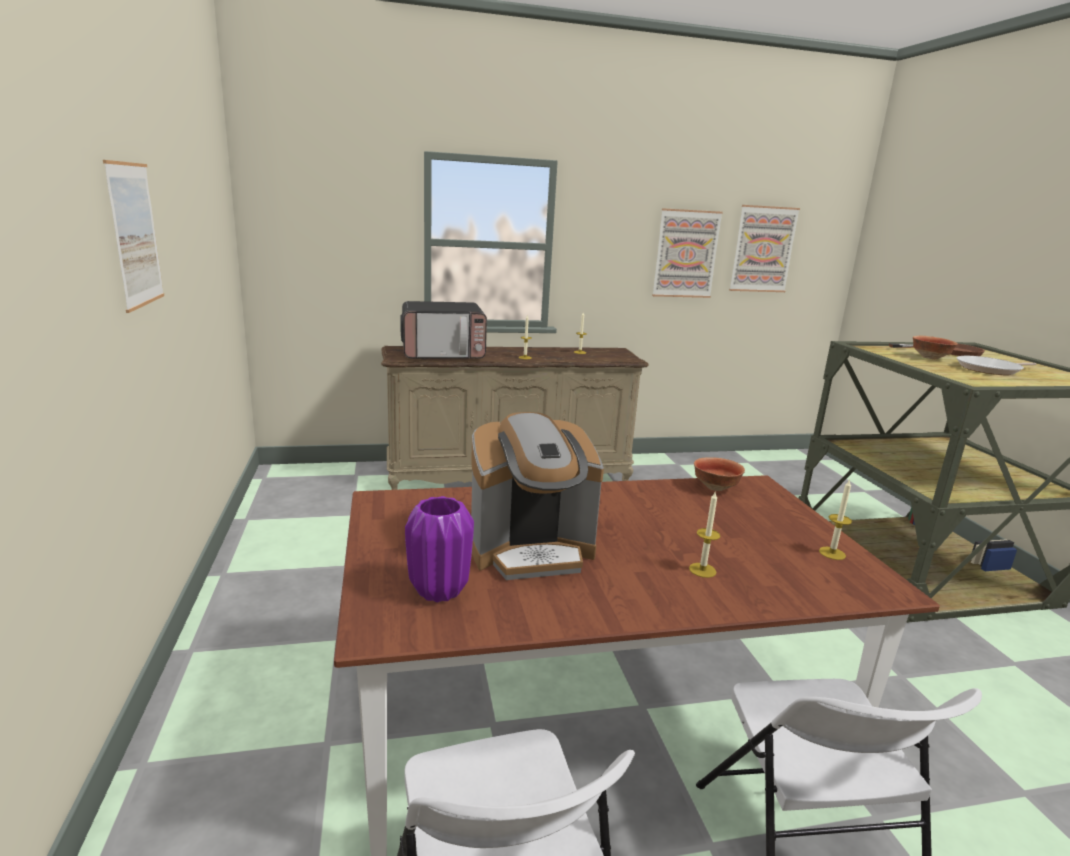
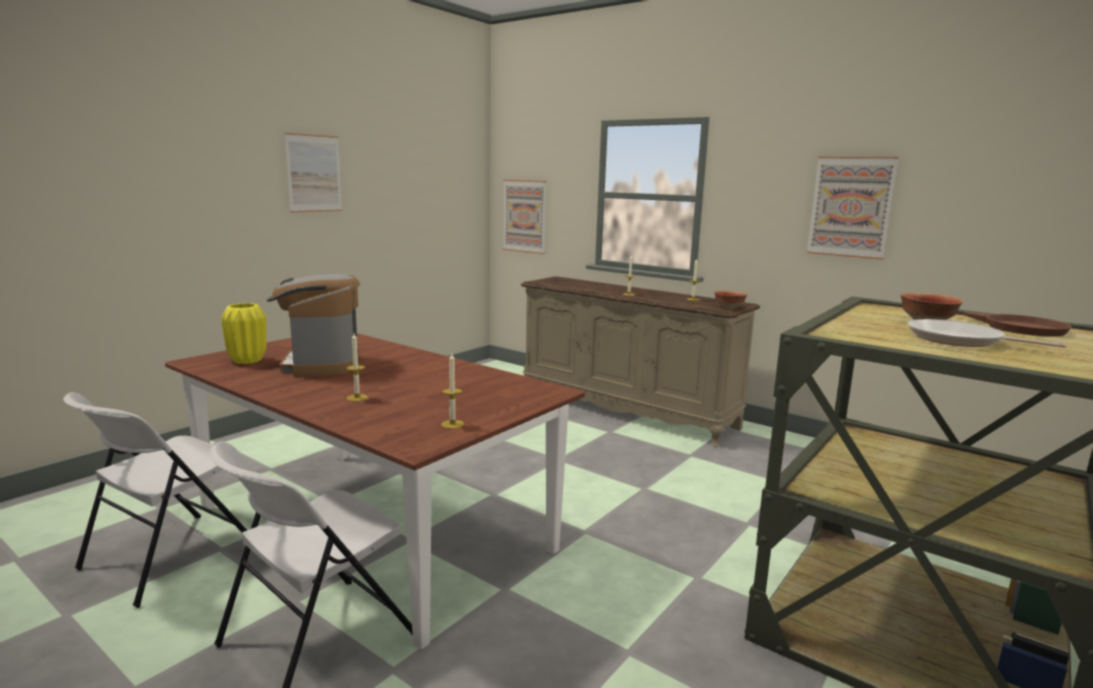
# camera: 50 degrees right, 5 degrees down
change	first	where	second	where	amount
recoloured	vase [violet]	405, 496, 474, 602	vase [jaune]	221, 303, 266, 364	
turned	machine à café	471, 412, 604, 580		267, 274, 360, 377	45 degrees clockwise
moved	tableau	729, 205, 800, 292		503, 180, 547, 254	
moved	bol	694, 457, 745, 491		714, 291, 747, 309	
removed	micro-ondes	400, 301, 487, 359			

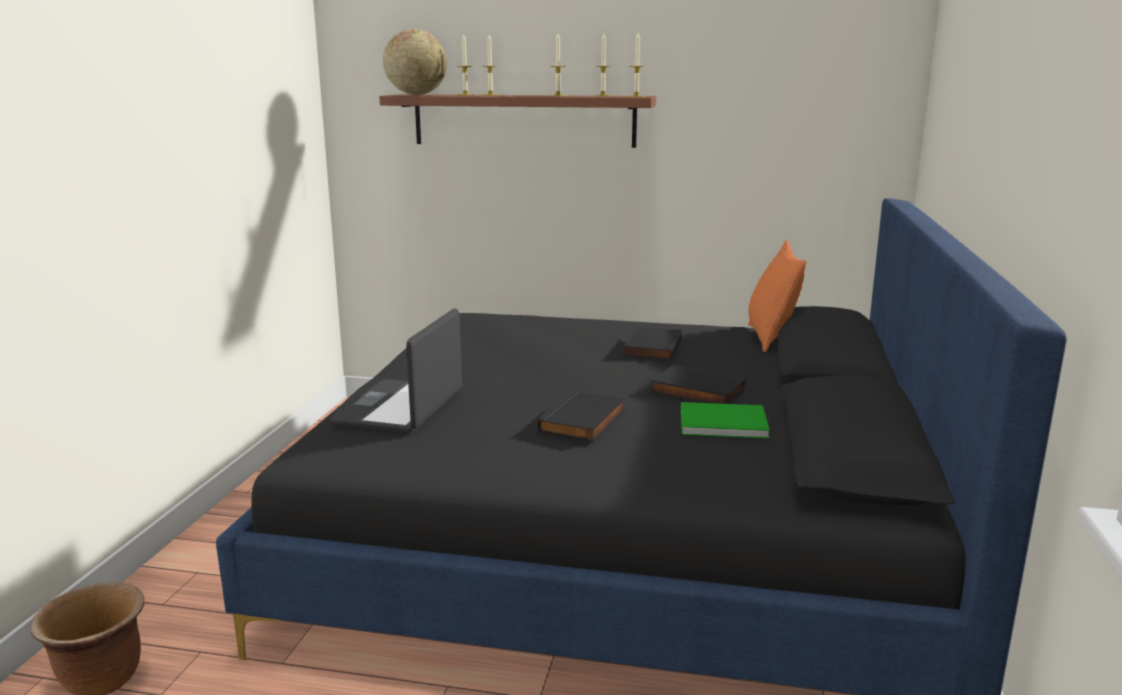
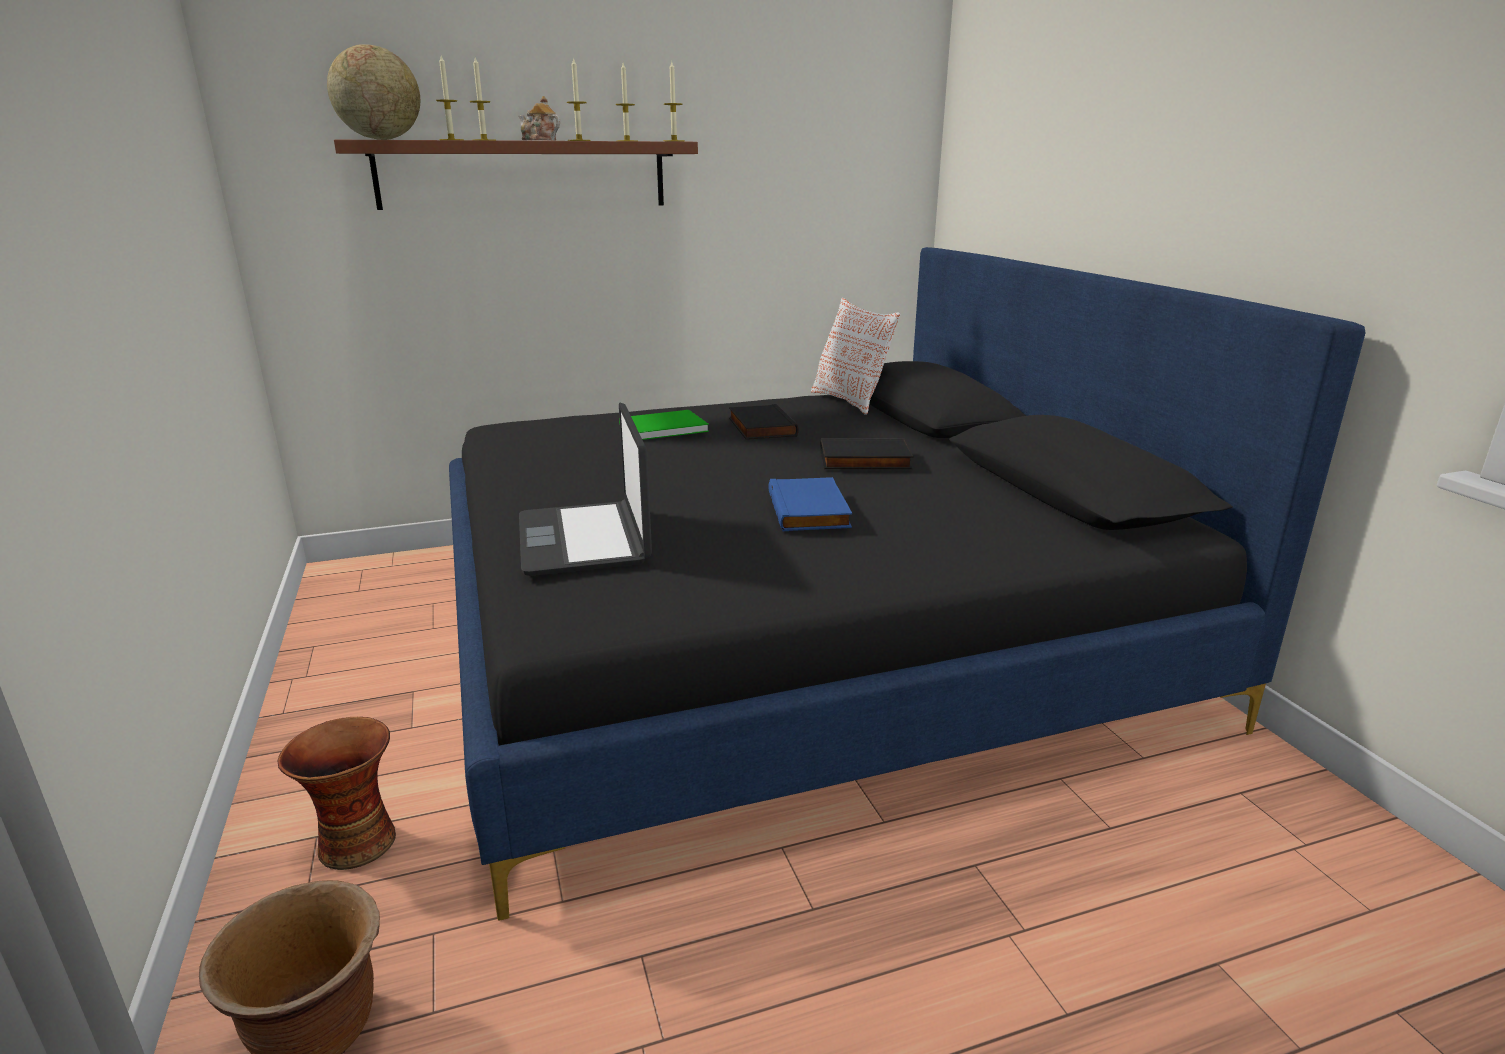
# camera: 30 degrees left, 5 degrees up
change	first	where	second	where	amount
added			vase	278, 717, 396, 870	
added			théière	518, 96, 561, 141	
moved	livre [vert]	681, 402, 770, 439		619, 410, 709, 440	
recoloured	livre [noir]	537, 390, 626, 442	livre [bleu]	768, 477, 852, 531	
recoloured	coussin [orange]	748, 240, 807, 352	coussin [blanc]	811, 298, 900, 415	

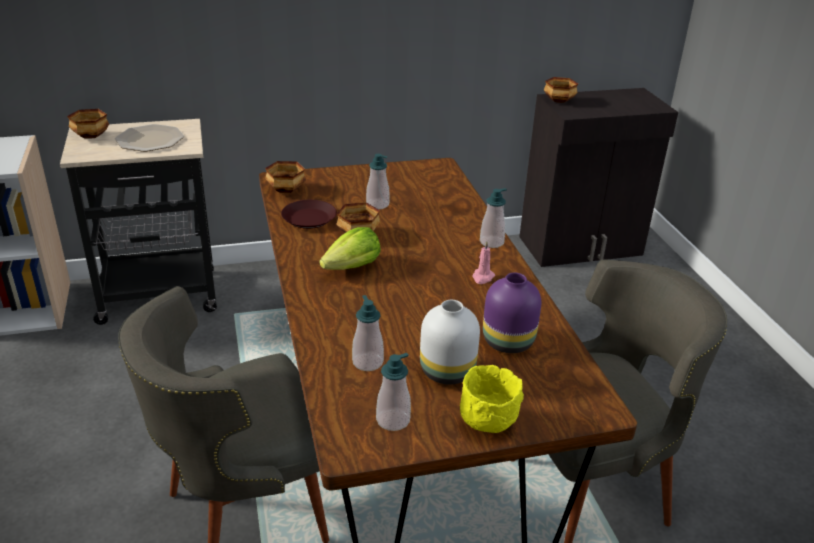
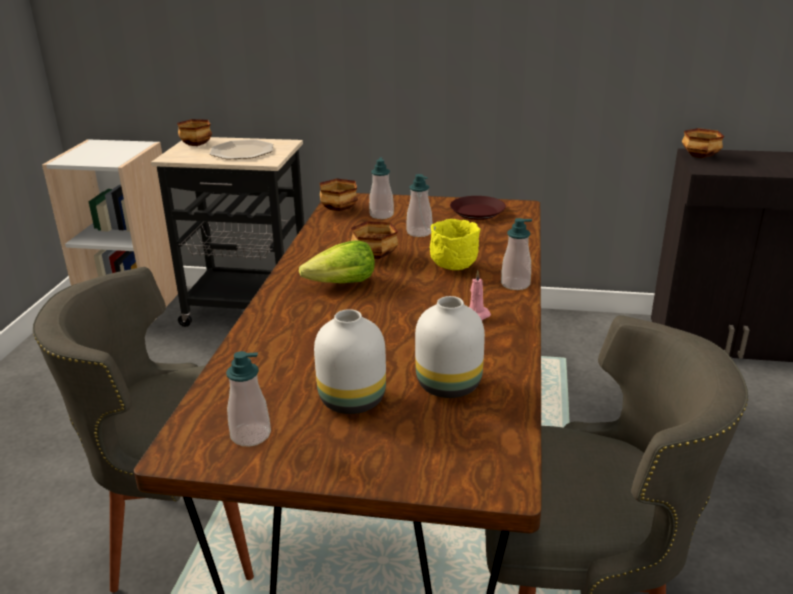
# camera: 25 degrees right, 5 degrees down
change	first	where	second	where	amount
moved	distributeur de savon	352, 295, 384, 371		369, 157, 394, 219	
recoloured	vase [violet]	483, 273, 541, 353	vase [blanc]	415, 296, 485, 398	
moved	bol [jaune]	460, 365, 524, 433		430, 219, 480, 270	
moved	assiette [marron]	281, 200, 337, 229		450, 196, 506, 220	

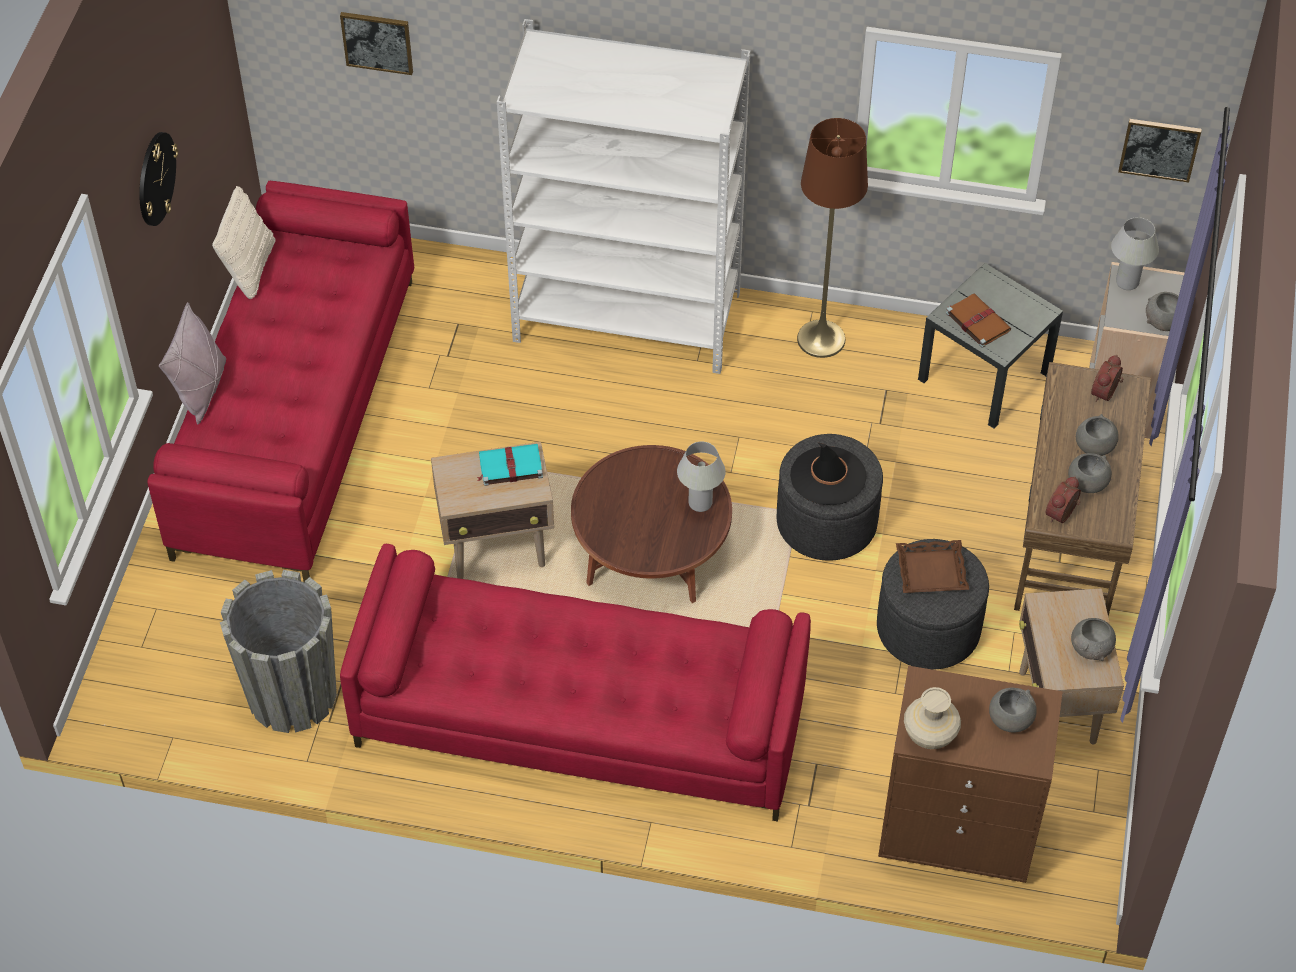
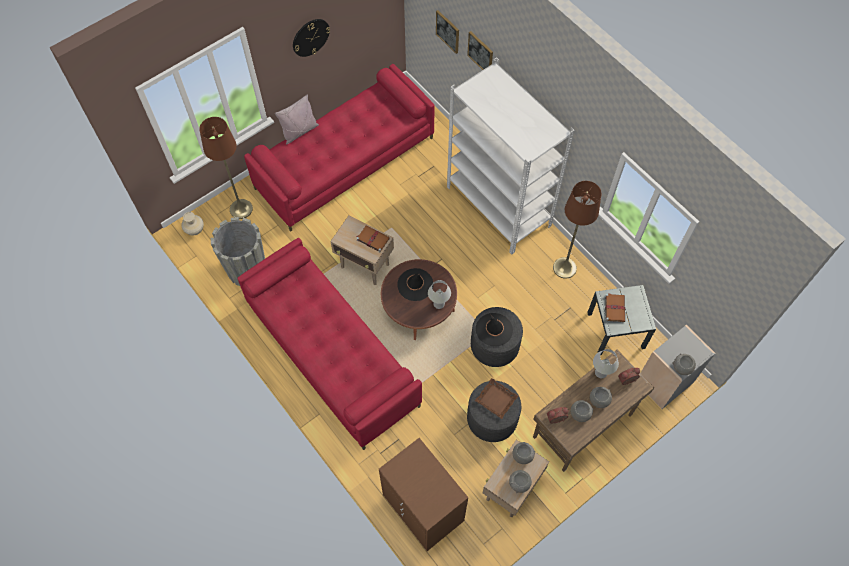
# camera: 40 degrees right, 10 degrees up
change	first	where	second	where	amount
moved	vase [beige]	904, 687, 961, 749		181, 212, 204, 236	
added			lampadaire [marron]	199, 117, 253, 219	
recoloured	livre [turquoise]	477, 444, 543, 486	livre [marron]	356, 225, 390, 252	
added			chapeau [noir]	397, 268, 433, 301	
moved	tableau	1118, 119, 1202, 183		467, 31, 493, 70	
moved	bol [gris]	989, 688, 1037, 732		513, 442, 535, 464	
moved	lampe de table [blanc]	1111, 217, 1159, 290		593, 349, 619, 378	
removed	coussin [beige]	212, 186, 276, 299			

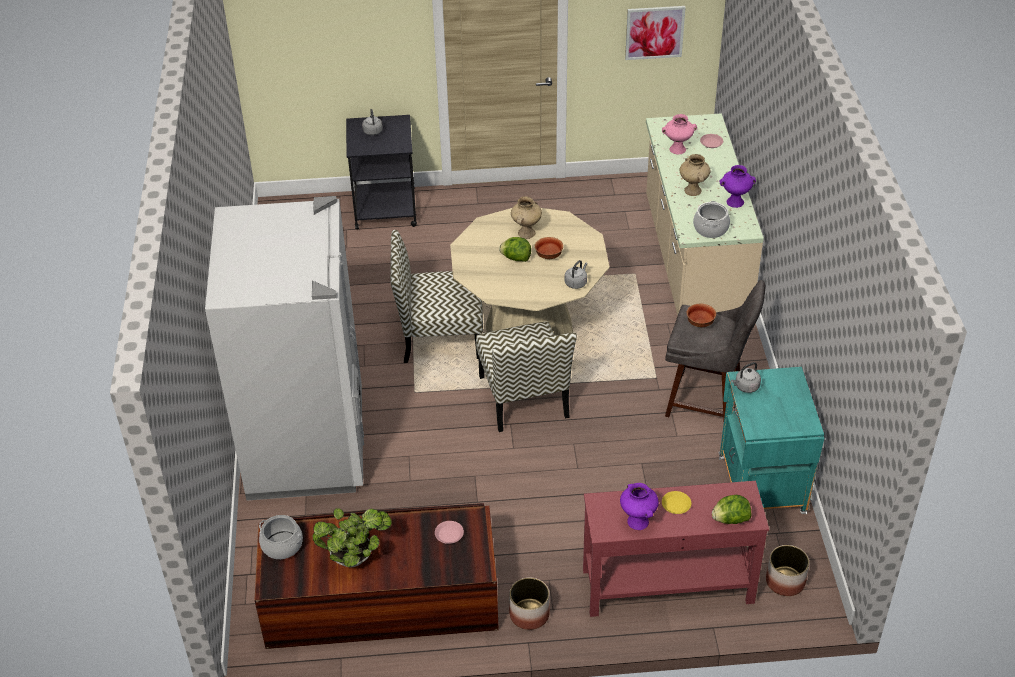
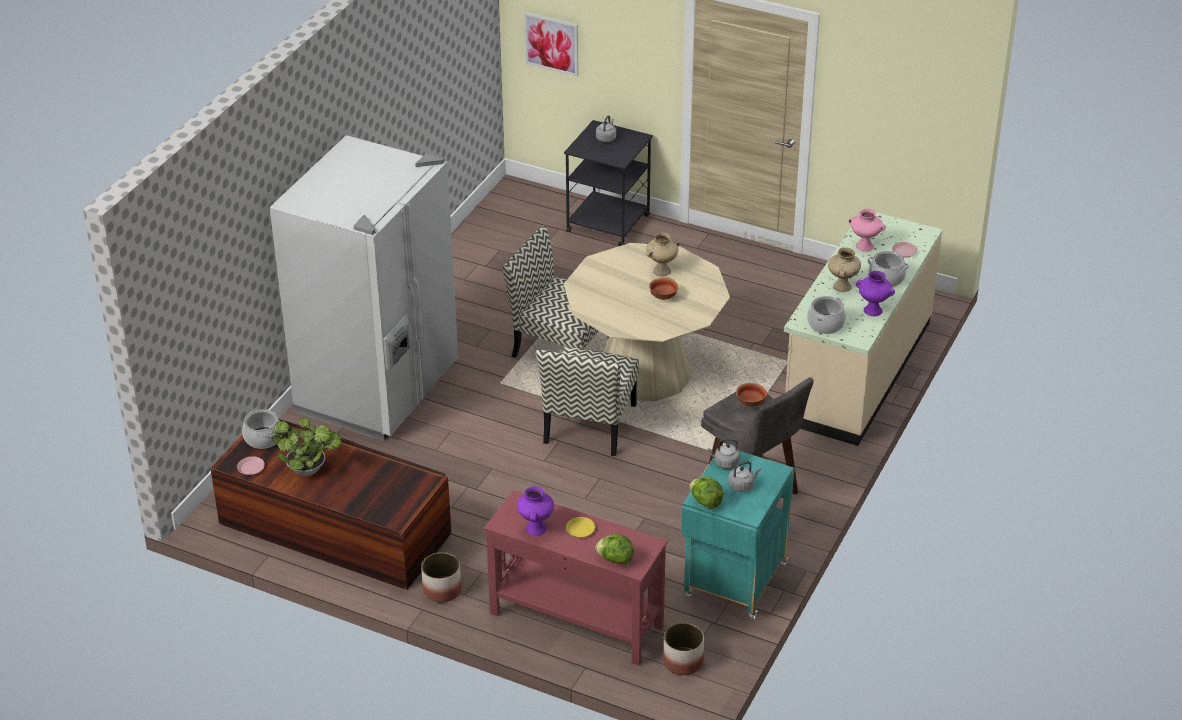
# camera: 30 degrees right, 5 degrees down
change	first	where	second	where	amount
moved	assiette [rose]	435, 521, 464, 544		237, 456, 265, 475	
moved	tableau	625, 6, 686, 60		524, 12, 578, 76	
moved	laitue	499, 237, 531, 262		690, 476, 723, 509	
moved	bouilloire [gris]	565, 260, 587, 289		728, 461, 761, 492	
added			marmite	868, 251, 909, 287	

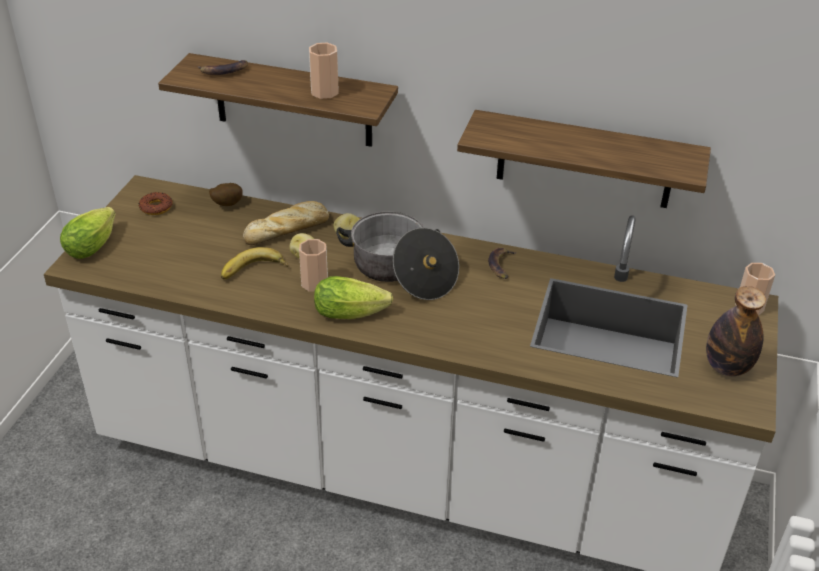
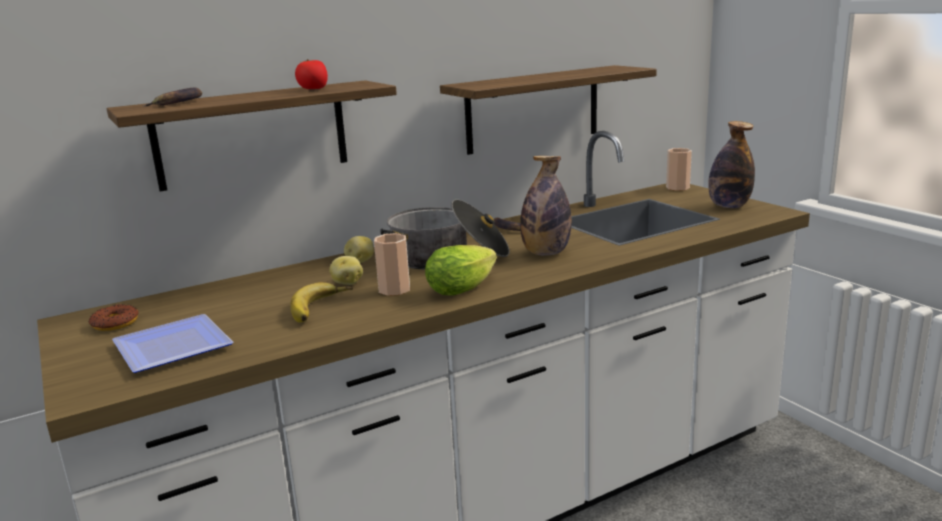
# camera: 45 degrees left, 20 degrees down
change	first	where	second	where	amount
added			assiette	112, 314, 234, 373	
replaced	tasse	309, 43, 339, 99	tomate	295, 59, 328, 89	
added			bouteille	520, 156, 572, 255	
removed	laitue	60, 207, 116, 259			
removed	pomme de terre	209, 183, 243, 206			
removed	pain	243, 201, 329, 245			

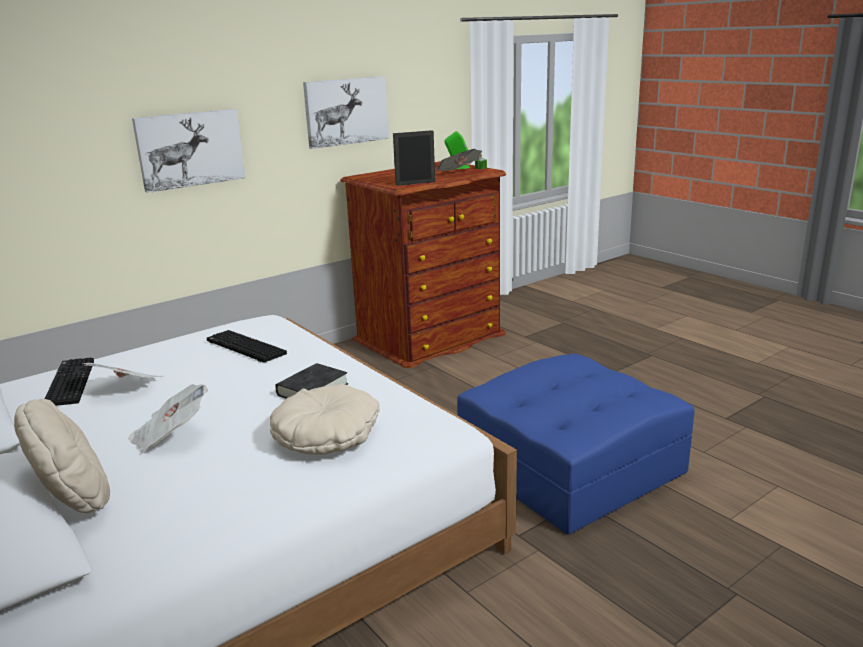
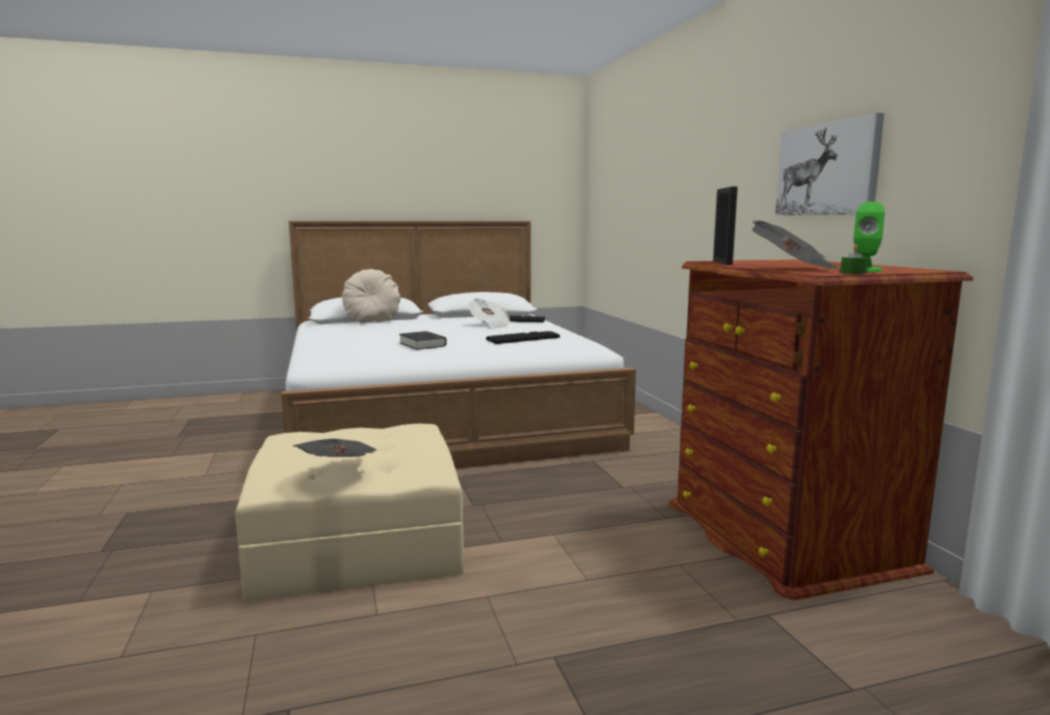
# camera: 110 degrees right, 10 degrees down
change	first	where	second	where	amount
recoloured	pouf [bleu]	457, 354, 695, 535	pouf [beige]	235, 423, 464, 601	
moved	journal	128, 384, 208, 452		293, 439, 376, 457	
removed	tableau	132, 109, 246, 193			
removed	coussin [beige]	270, 384, 380, 455			

